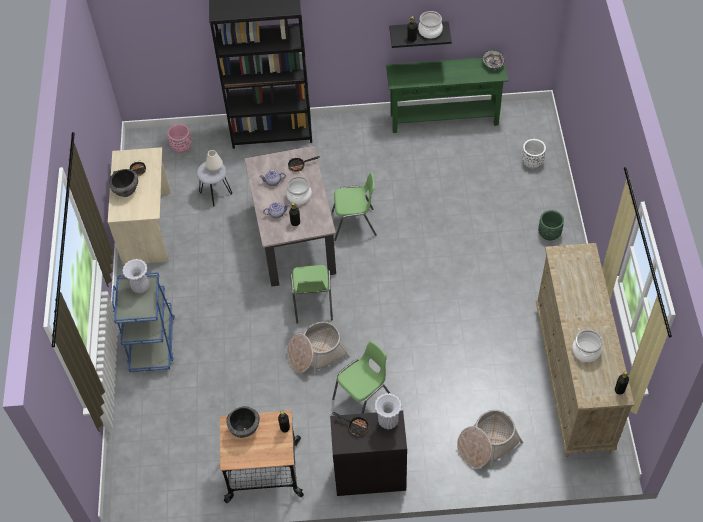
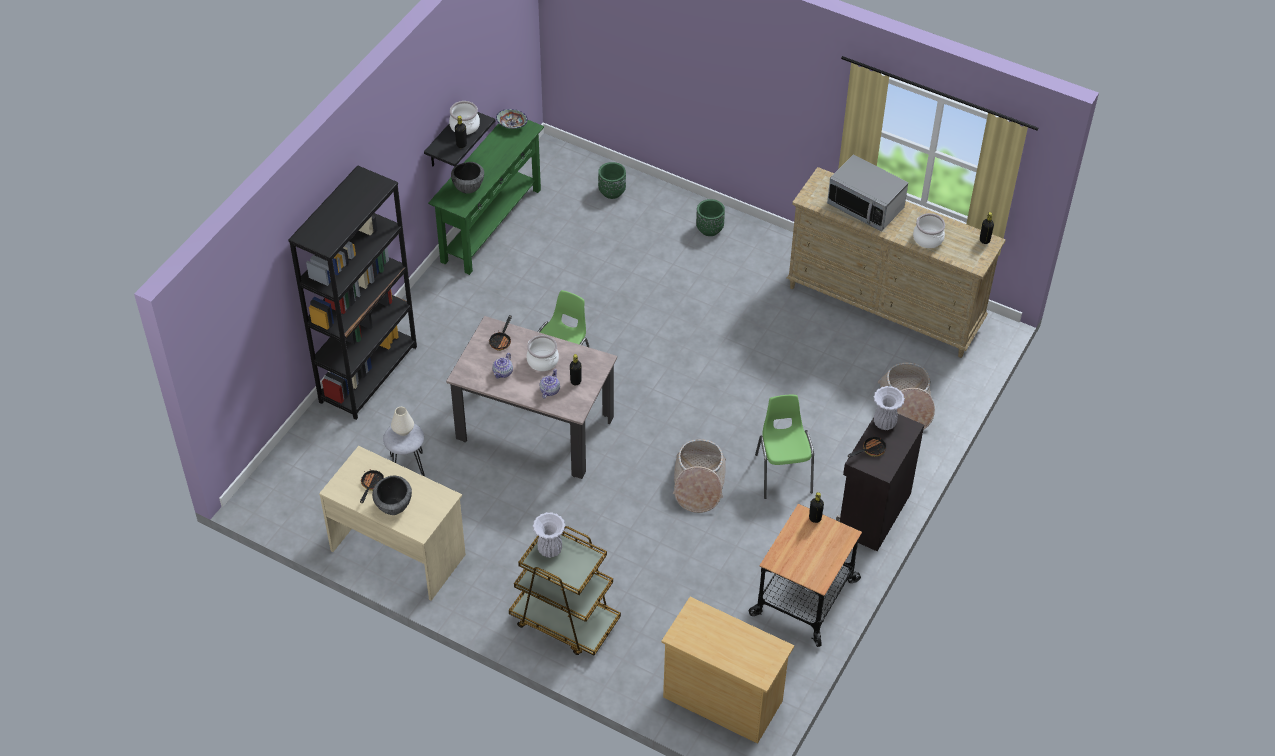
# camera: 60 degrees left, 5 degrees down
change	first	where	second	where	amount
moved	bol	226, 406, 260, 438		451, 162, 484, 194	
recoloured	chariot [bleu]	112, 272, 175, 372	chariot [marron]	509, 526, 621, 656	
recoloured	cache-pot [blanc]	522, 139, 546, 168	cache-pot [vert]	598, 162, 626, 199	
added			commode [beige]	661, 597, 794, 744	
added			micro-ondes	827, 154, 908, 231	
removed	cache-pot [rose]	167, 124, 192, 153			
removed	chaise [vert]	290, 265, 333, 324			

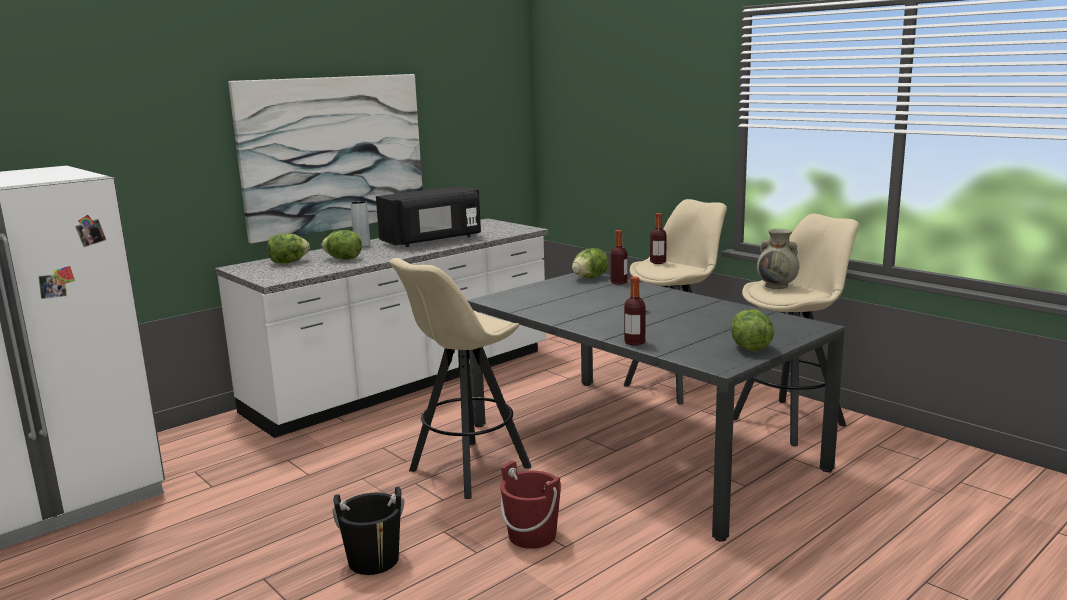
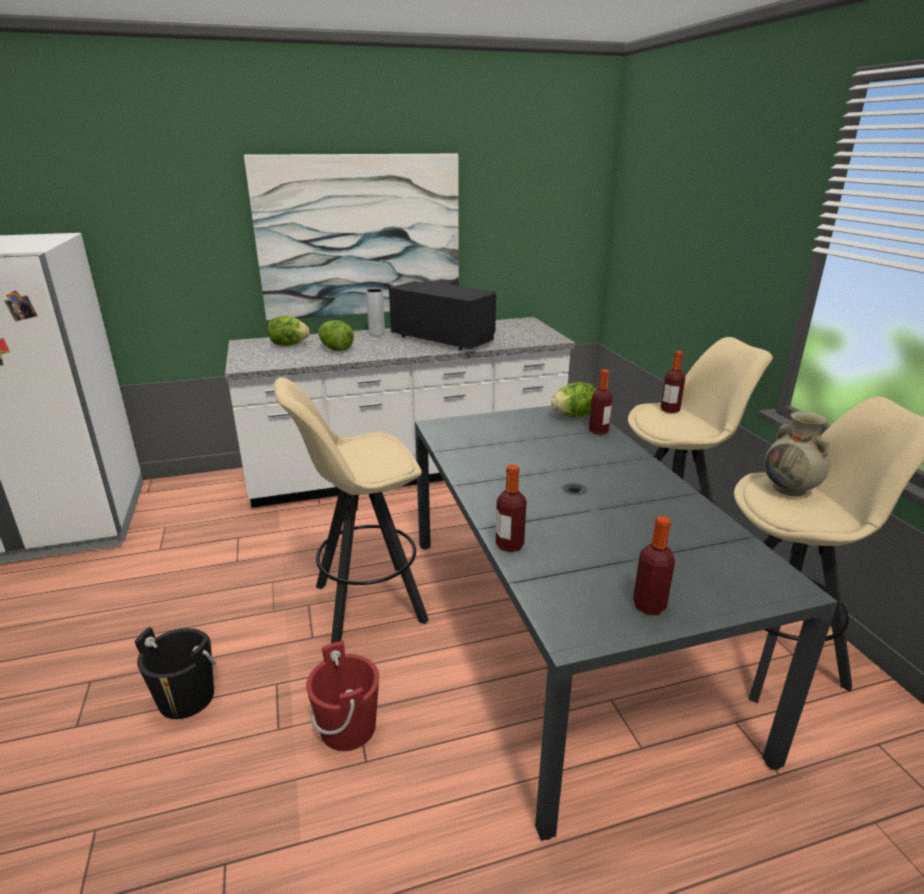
# camera: 25 degrees right, 10 degrees up
change	first	where	second	where	amount
turned	micro-ondes [noir]	376, 186, 481, 247		389, 281, 496, 350	135 degrees counterclockwise
replaced	laitue	731, 309, 774, 351	bouteille	633, 516, 675, 615	

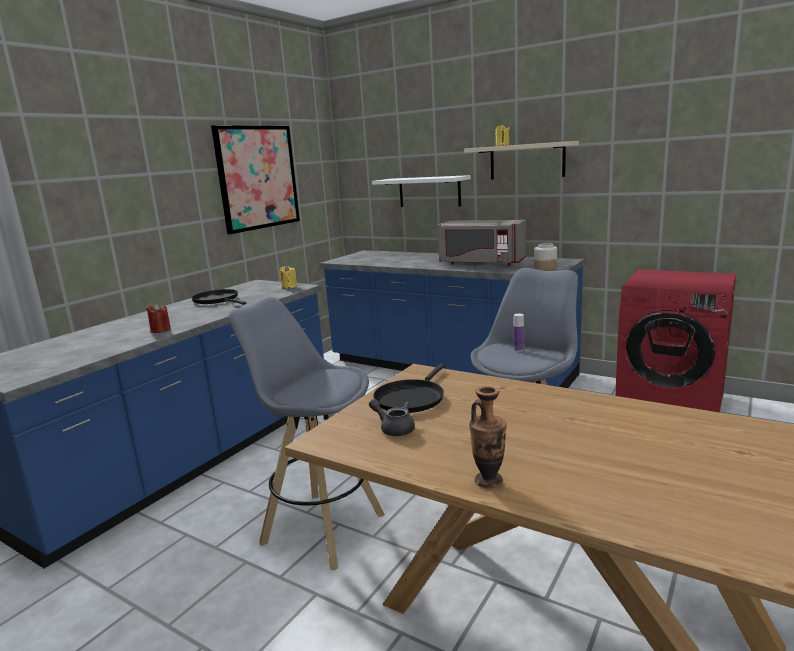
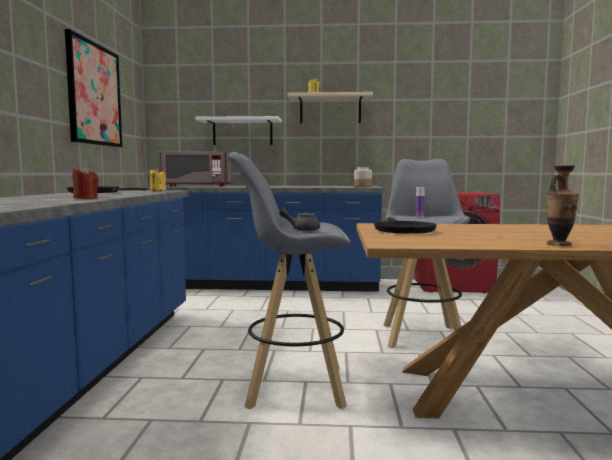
# camera: 30 degrees left, 10 degrees down
change	first	where	second	where	amount
moved	micro-ondes [gris]	438, 220, 526, 266		158, 152, 231, 187	
moved	théière [gris]	369, 399, 415, 436		279, 208, 320, 231	

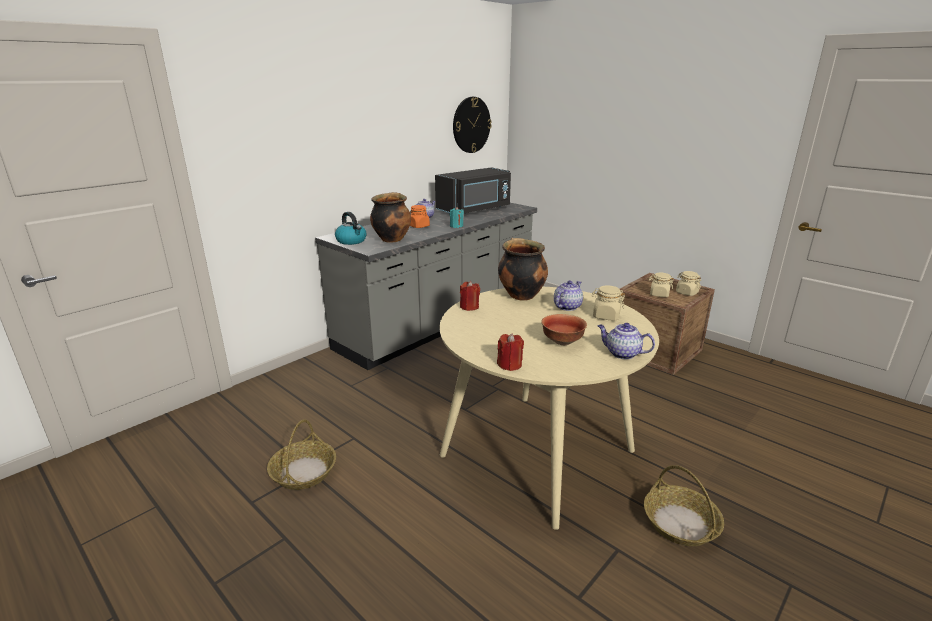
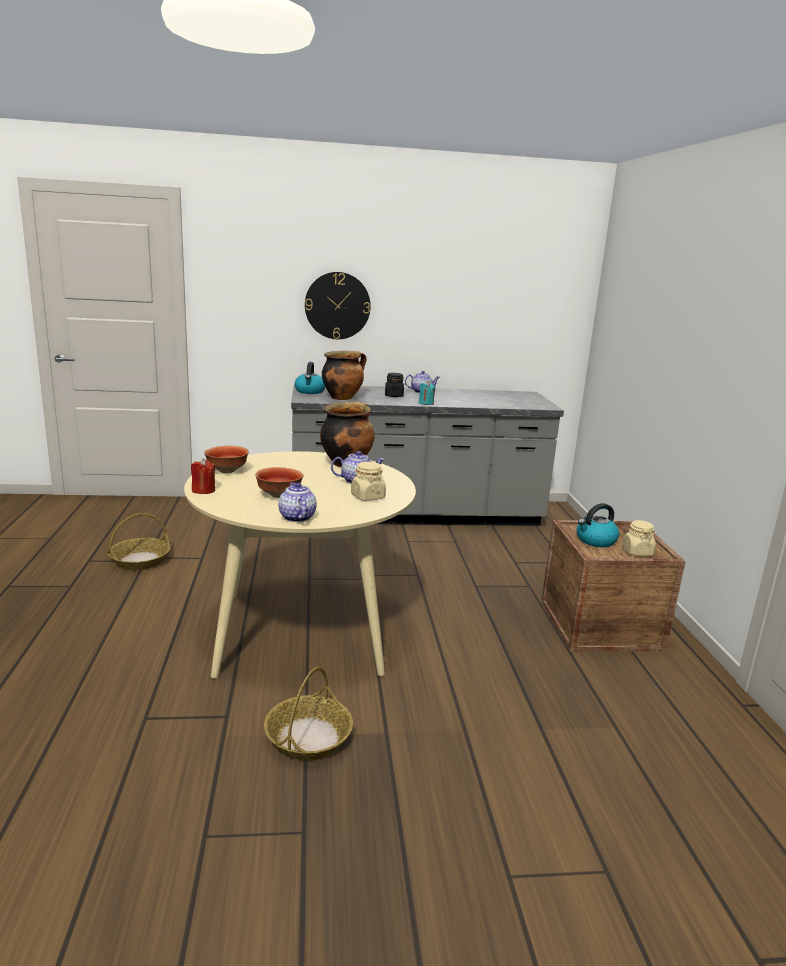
# camera: 40 degrees right, 5 degrees down
change	first	where	second	where	amount
added			bol	204, 446, 249, 473	
moved	horloge murale	453, 97, 492, 153		305, 272, 371, 339	
recoloured	bocal [orange]	410, 205, 430, 228	bocal [noir]	385, 373, 404, 397	
replaced	bocal [beige]	649, 273, 674, 297	bouilloire	577, 503, 619, 547	
removed	micro-ondes [noir]	435, 167, 511, 213			
removed	bougie [rouge]	460, 281, 480, 311			

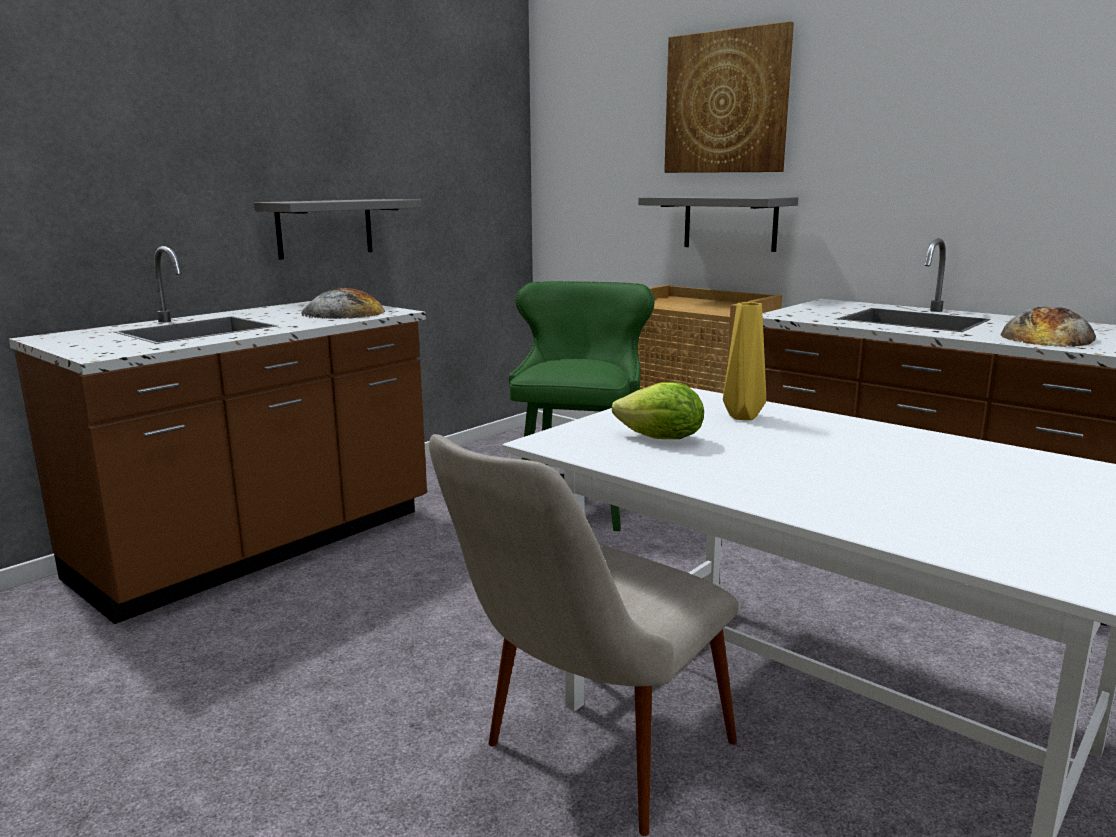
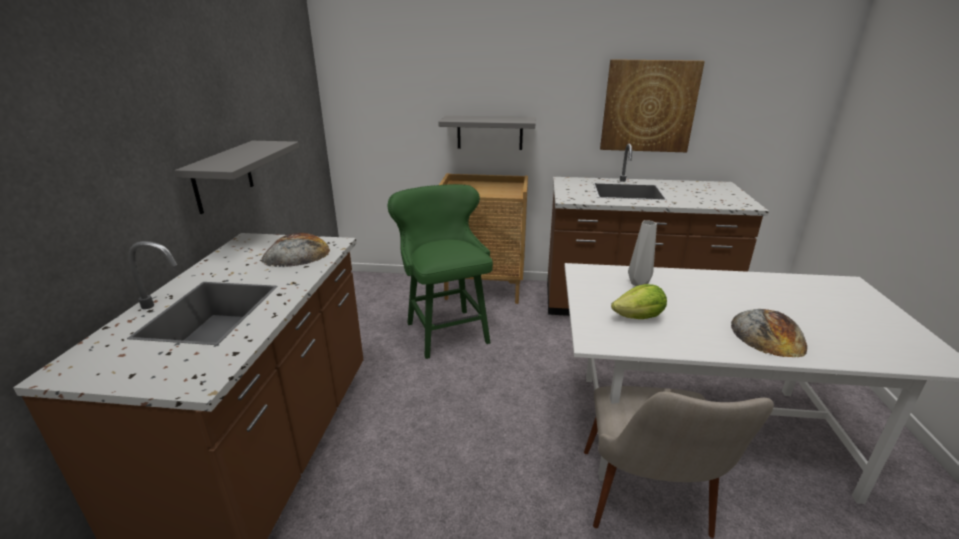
# camera: 35 degrees left, 10 degrees up
change	first	where	second	where	amount
moved	tableau	664, 21, 794, 173		600, 59, 705, 152	
recoloured	vase [jaune]	723, 302, 766, 420	vase [gris]	628, 220, 657, 286	
moved	pain	1000, 306, 1096, 347		731, 309, 807, 357	

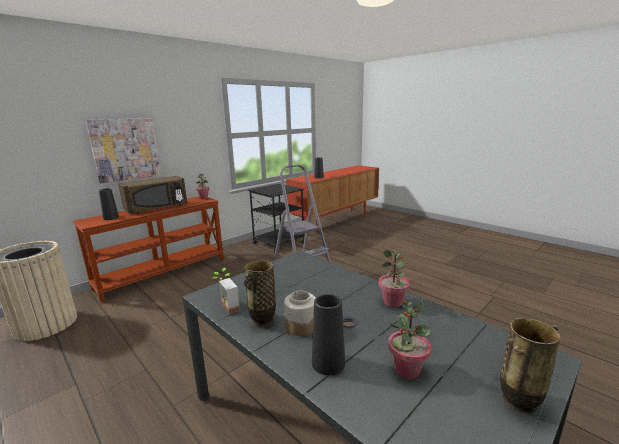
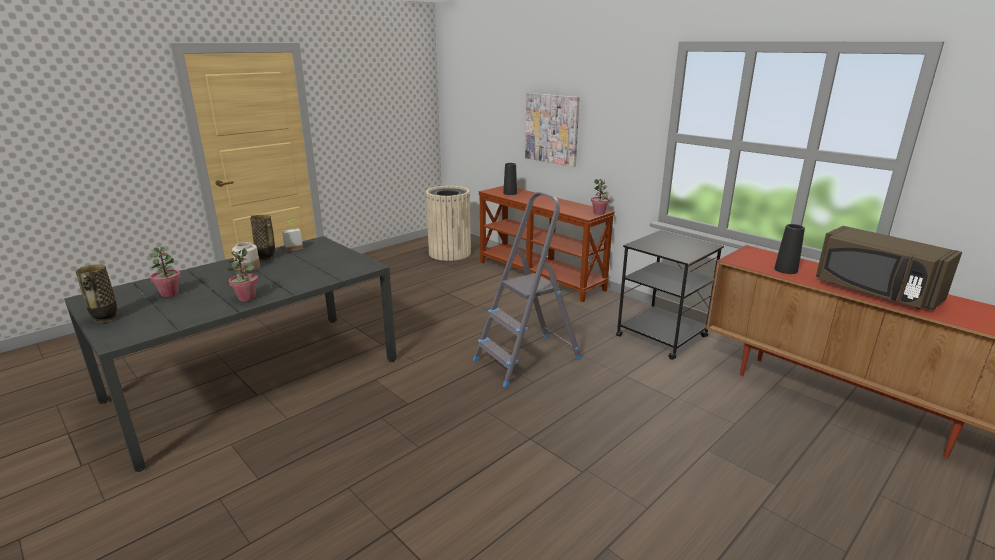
# camera: 90 degrees right, 5 degrees up
change	first	where	second	where	amount
moved	micro-ondes [marron]	118, 176, 187, 213		816, 226, 962, 310	
removed	vase [noir]	312, 294, 345, 375			

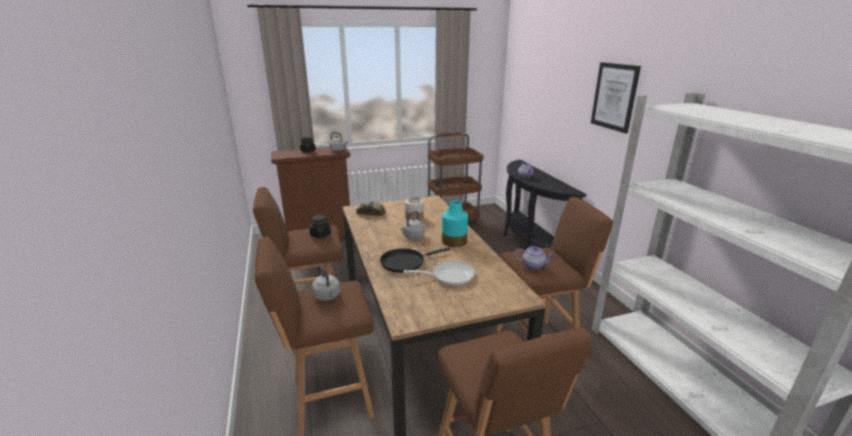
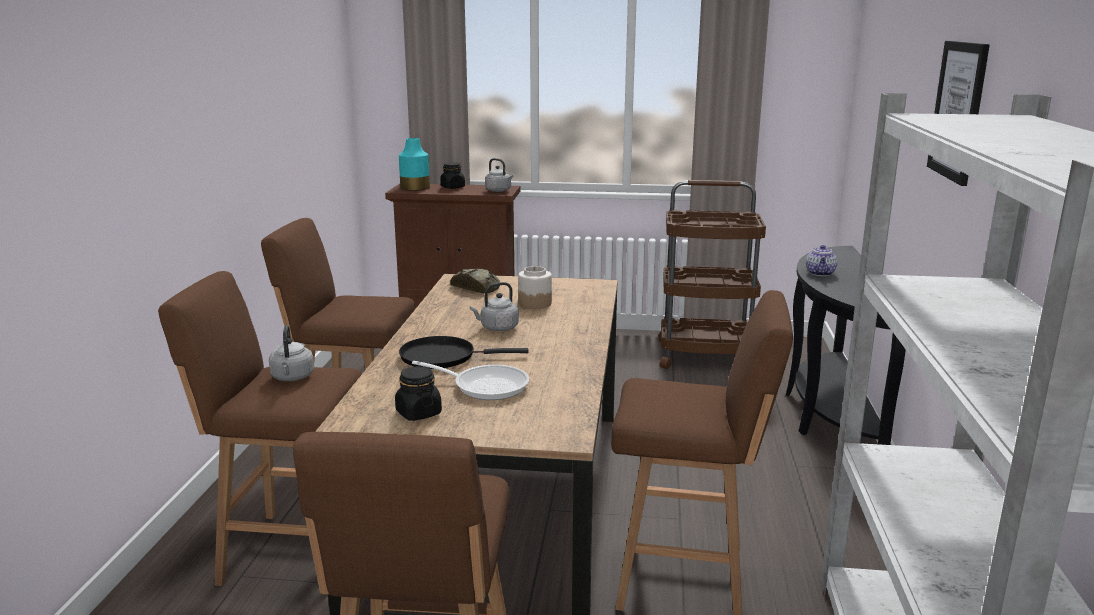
# camera: 25 degrees right, 5 degrees down
change	first	where	second	where	amount
moved	bocal [noir]	310, 215, 331, 238		395, 366, 442, 421	
moved	vase [turquoise]	442, 200, 468, 247		399, 138, 430, 191	
removed	théière	515, 246, 554, 270			

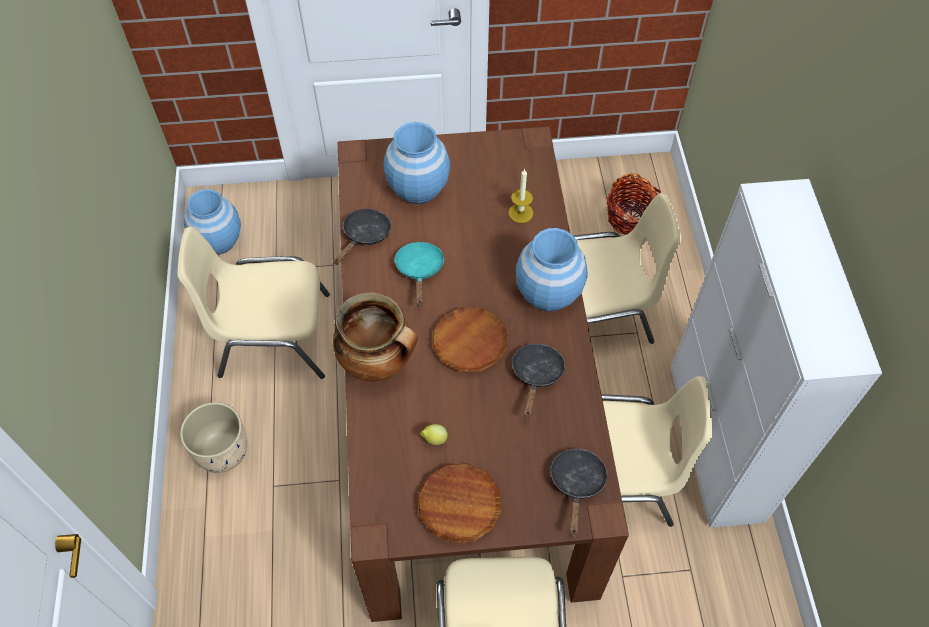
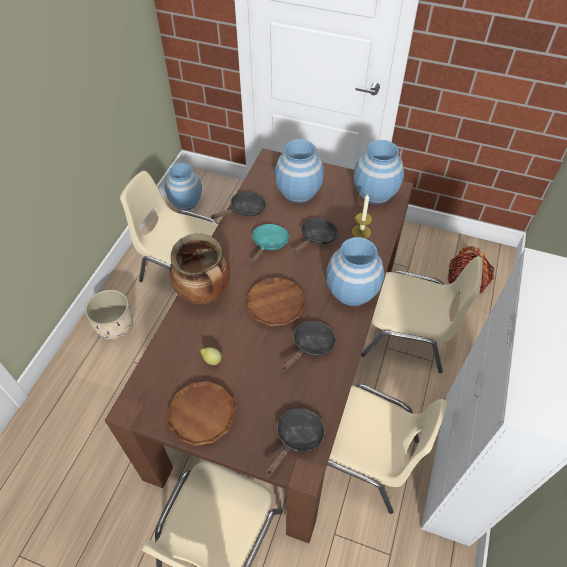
# camera: 25 degrees right, 5 degrees down
change	first	where	second	where	amount
added			poêle [noir]	292, 218, 338, 255	
added			vase [bleu]	354, 140, 404, 204	

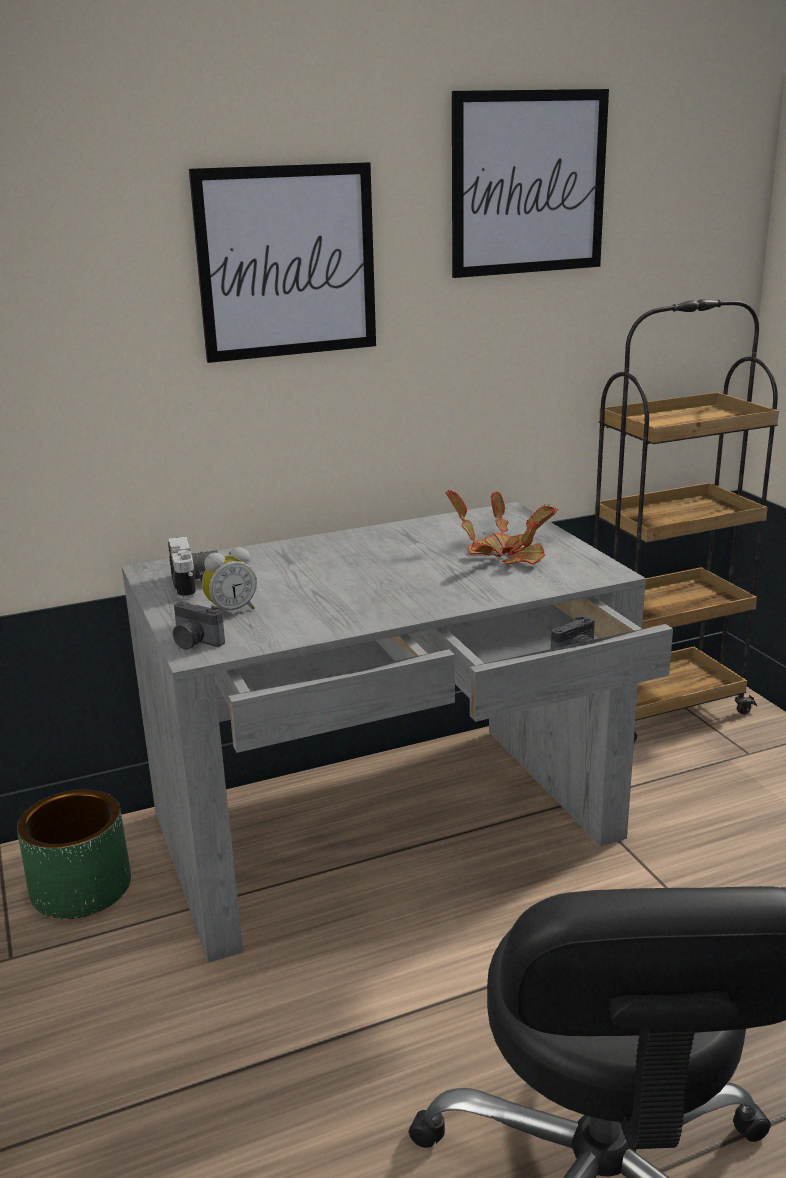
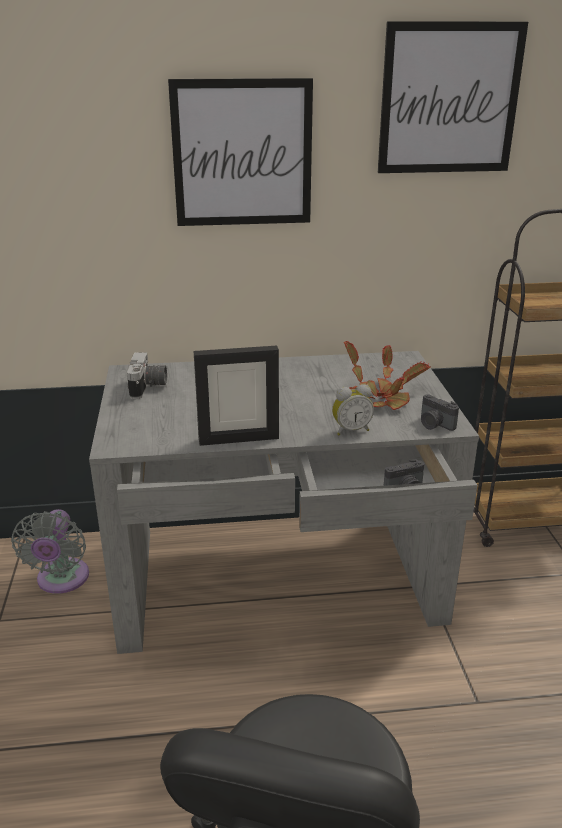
# camera: 15 degrees right, 5 degrees up
change	first	where	second	where	amount
replaced	cache-pot [vert]	17, 790, 131, 919	ventilateur [gris]	11, 509, 89, 594	
added			cadre photo	194, 346, 279, 446	
moved	réveil	202, 547, 257, 611		332, 384, 374, 435	
moved	appareil photo	173, 601, 225, 650		421, 394, 459, 431	

